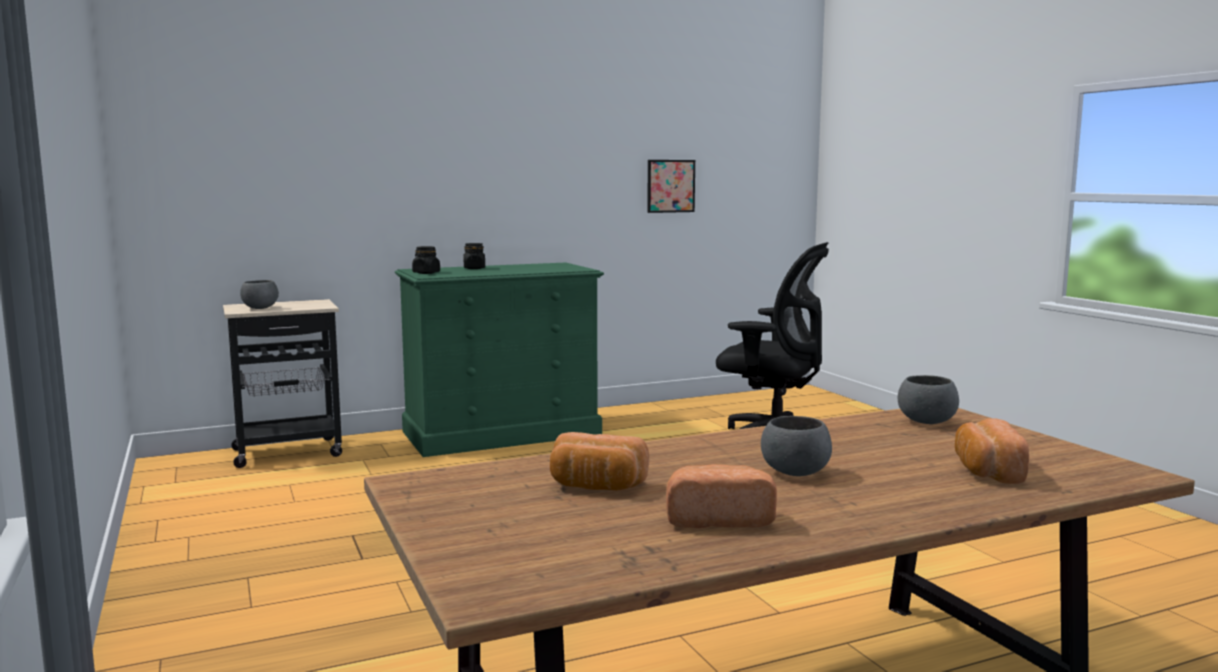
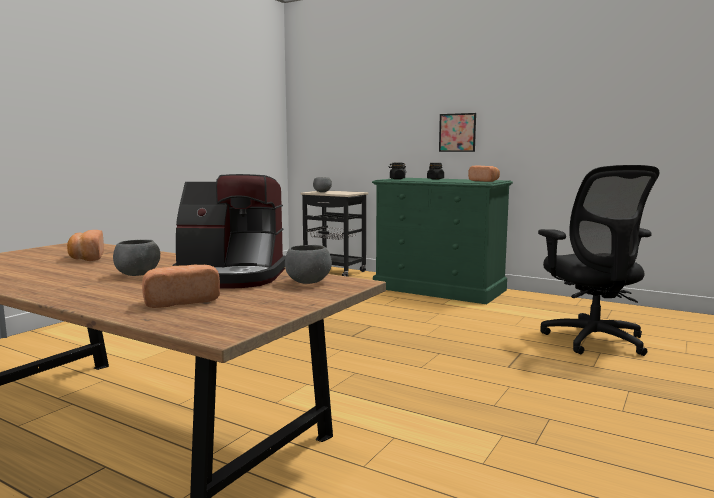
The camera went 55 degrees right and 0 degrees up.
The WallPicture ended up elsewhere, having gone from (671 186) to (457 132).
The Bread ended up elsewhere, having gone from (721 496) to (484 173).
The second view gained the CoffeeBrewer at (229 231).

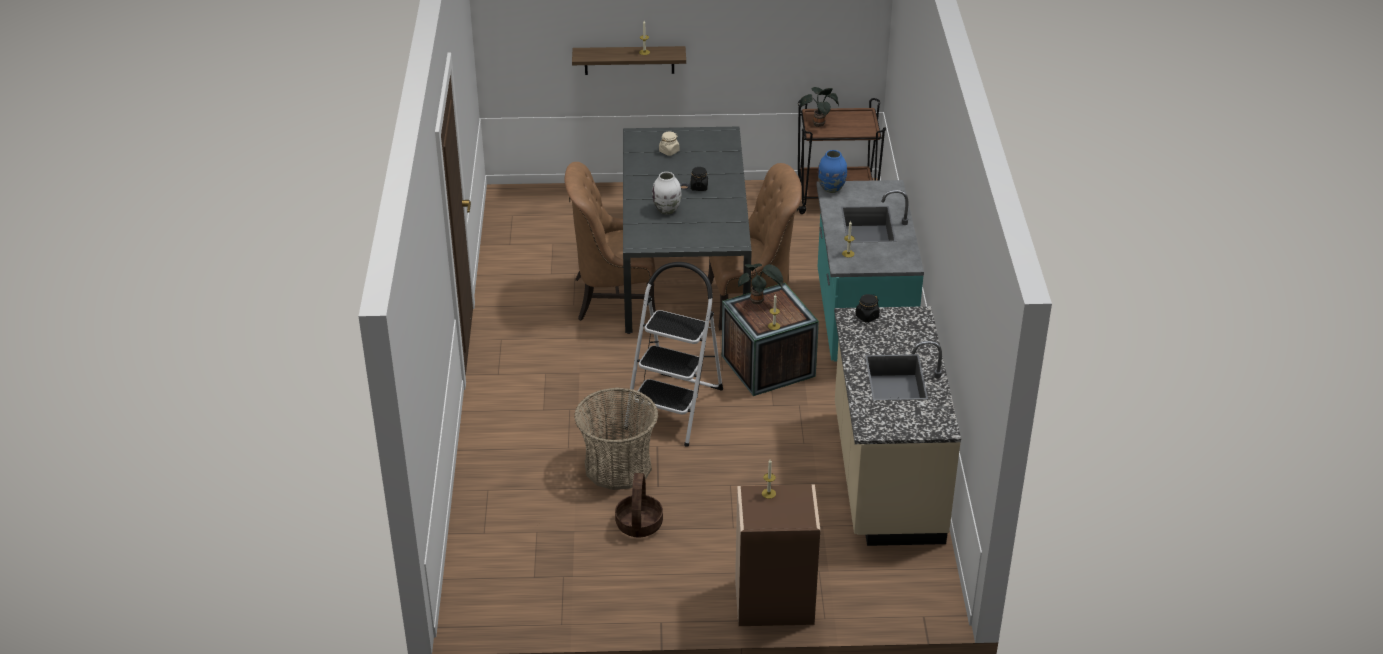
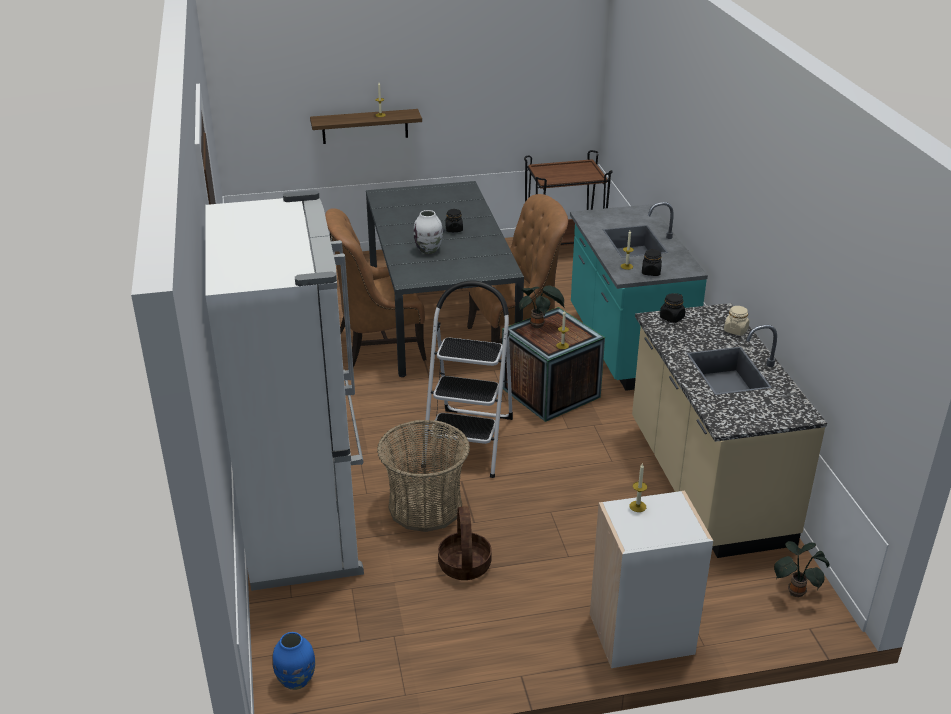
The camera went 10 degrees left and 5 degrees down.
The BeigeColouredJar ended up elsewhere, having gone from (669 144) to (736 321).
What was the BrownColouredBookcase at (777 555) turned into the WhiteColouredBookcase at (651 579).
The Houseplant ended up elsewhere, having gone from (819 107) to (802 569).
The BlueColouredDecorativeVase ended up elsewhere, having gone from (832 171) to (293 661).
The second view gained the WhiteColouredFridge at (284 390).
The second view gained the BlackColouredJar at (652 262).

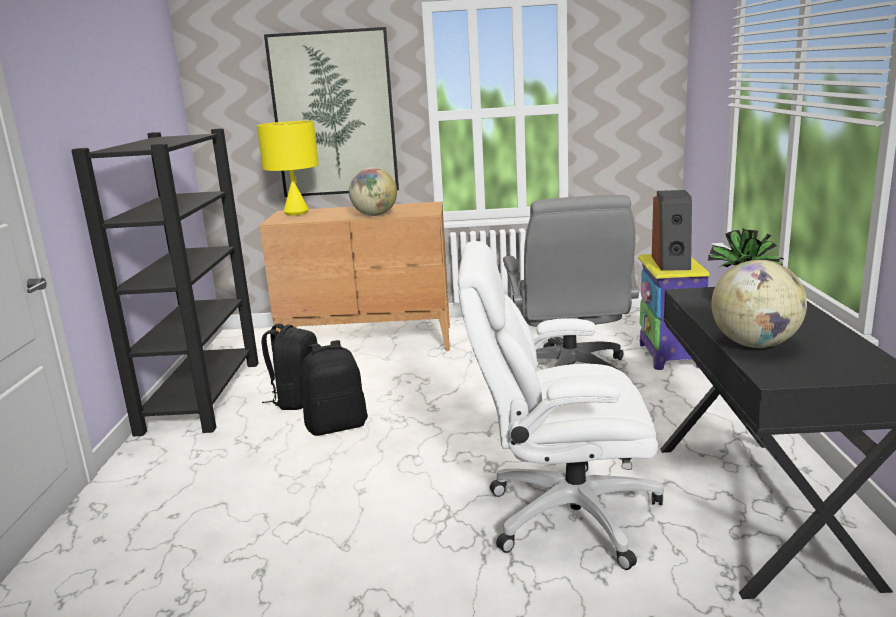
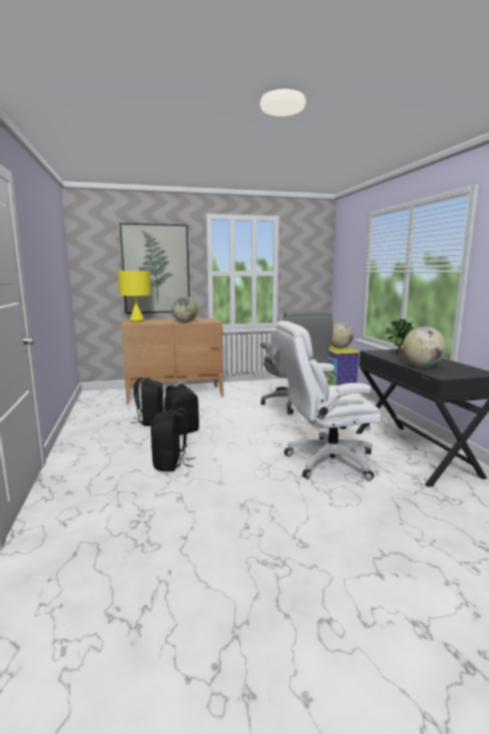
The camera went 15 degrees left and 5 degrees down.
The second view lost the BlackColouredBookcase at (165 282).
Where the AudioSpeaker stood at (672 230), the Globe came to stand at (342 335).
The second view gained the BlackColouredKnapsack at (173 439).

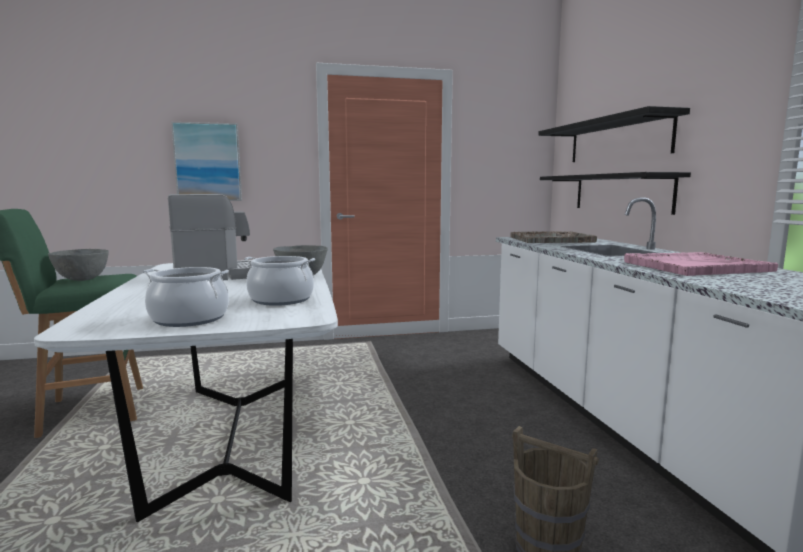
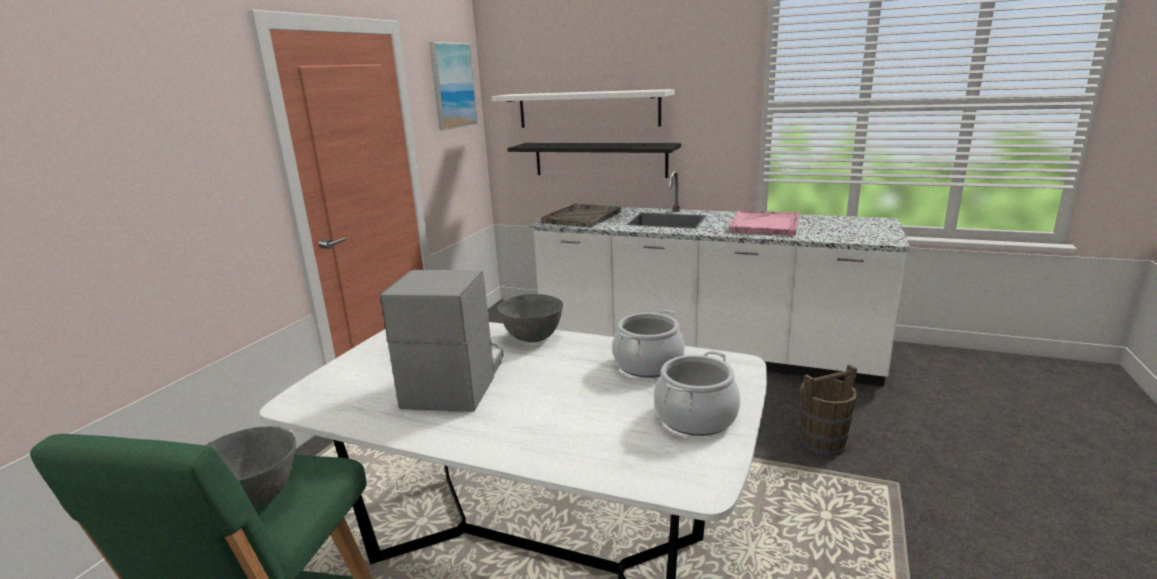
The camera went 55 degrees left and 10 degrees up.
The WallPicture ended up elsewhere, having gone from (206 161) to (453 86).
What was the BlackColouredWallShelf at (614 134) turned into the WhiteColouredWallShelf at (583 108).

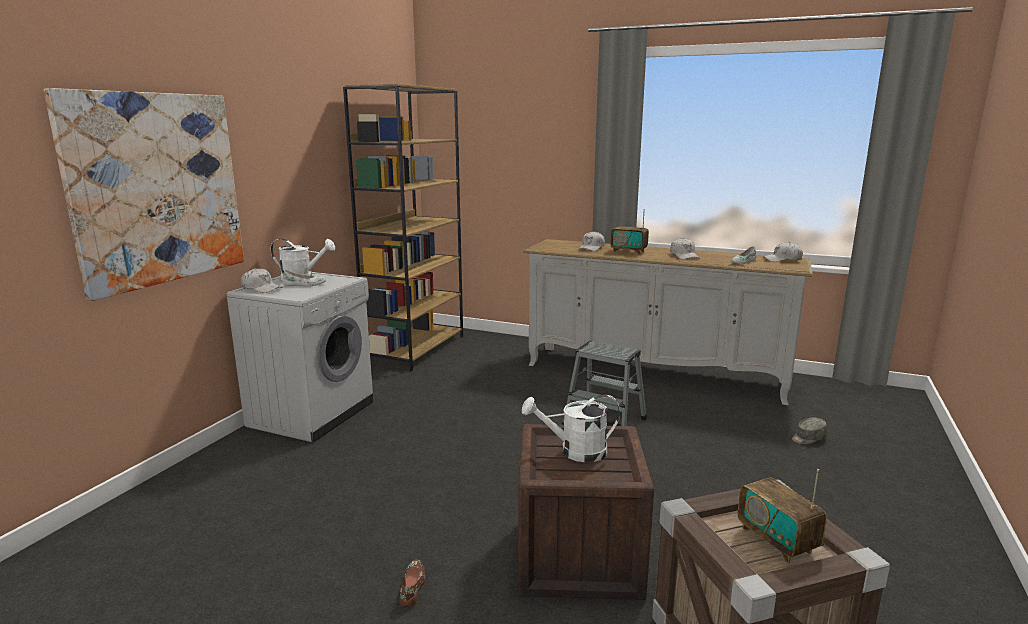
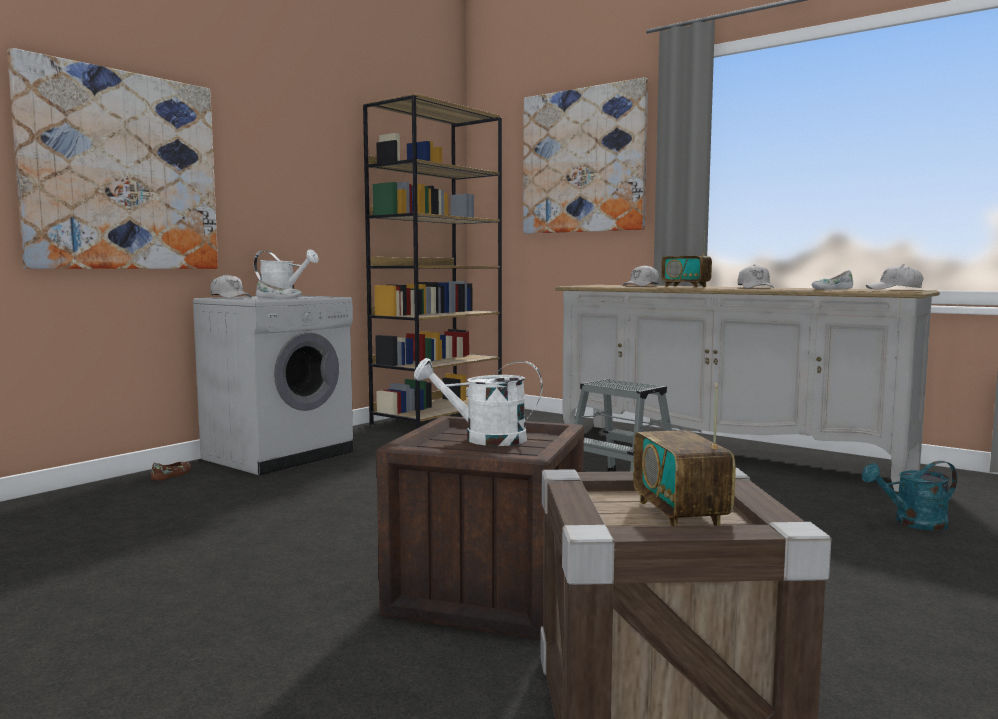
The camera went 15 degrees right and 10 degrees down.
The BrownColouredItemOfFootwear ended up elsewhere, having gone from (412 582) to (171 471).
Where the GrayCap stood at (809 431), the TurquoiseColouredWateringPot came to stand at (909 495).
The second view gained the WallPicture at (585 155).

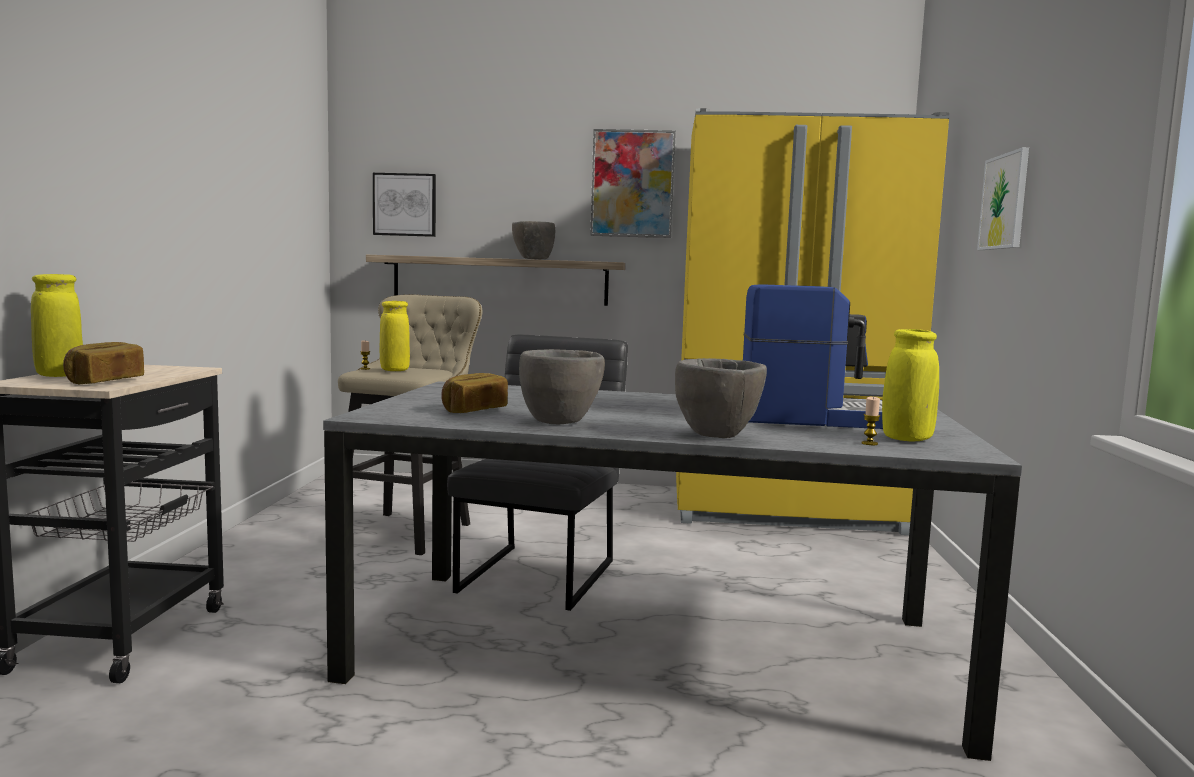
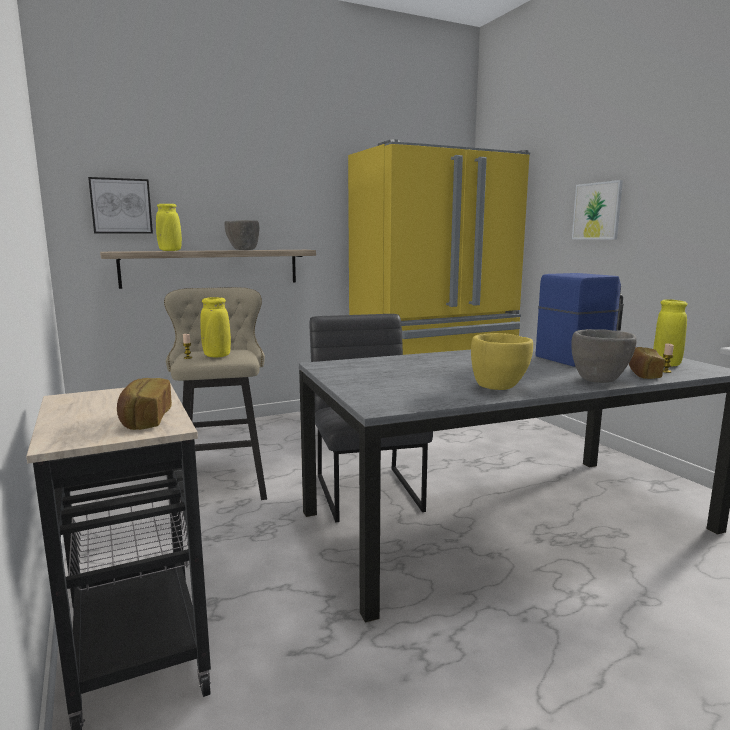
The camera went 30 degrees left and 5 degrees up.
The YellowColouredDecorativeVase ended up elsewhere, having gone from (57 325) to (169 227).
The Bread ended up elsewhere, having gone from (474 393) to (647 363).
What was the GrayBowl at (562 386) turned into the YellowColouredBowl at (502 361).
The second view lost the WallPicture at (633 183).

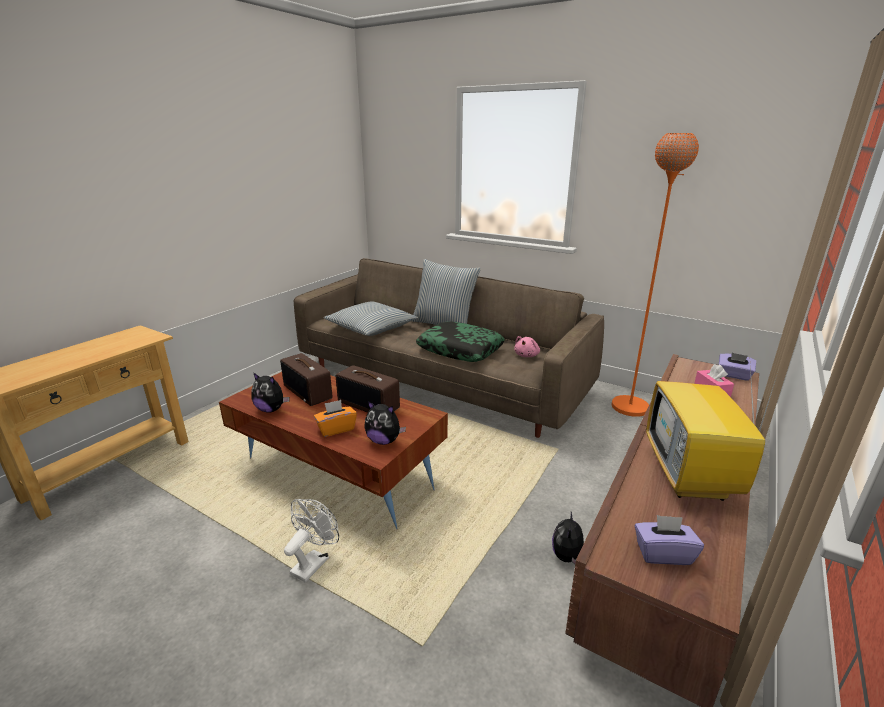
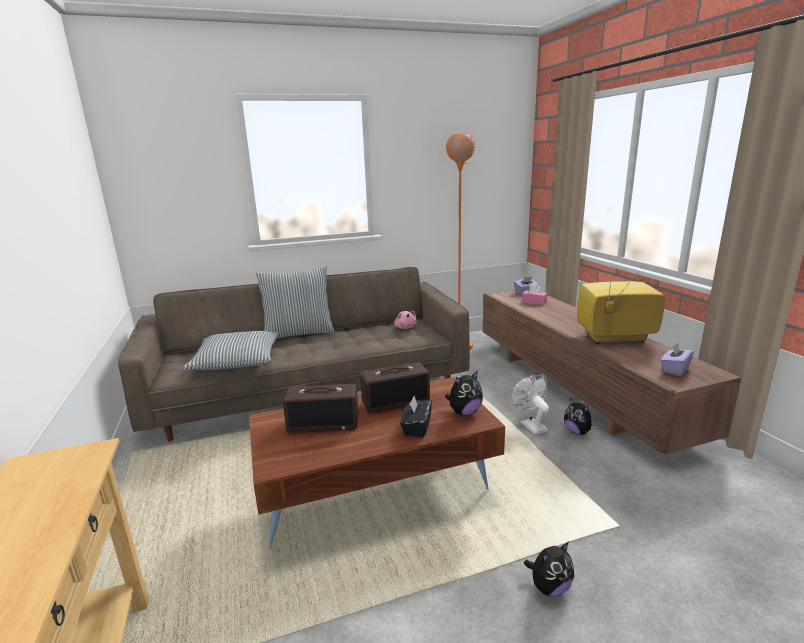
The camera went 50 degrees left and 5 degrees down.
The SoftToy ended up elsewhere, having gone from (270 393) to (549 569).
The WhiteColouredFan ended up elsewhere, having gone from (311 541) to (530 405).
What was the OrangeyBoxOfTissues at (335 418) turned into the BlackColouredBoxOfTissues at (416 416).
The second view lost the ThrowPillow at (460 341).
The TvSet at (712 433) ended up facing another way, 135 degrees clockwise from before.

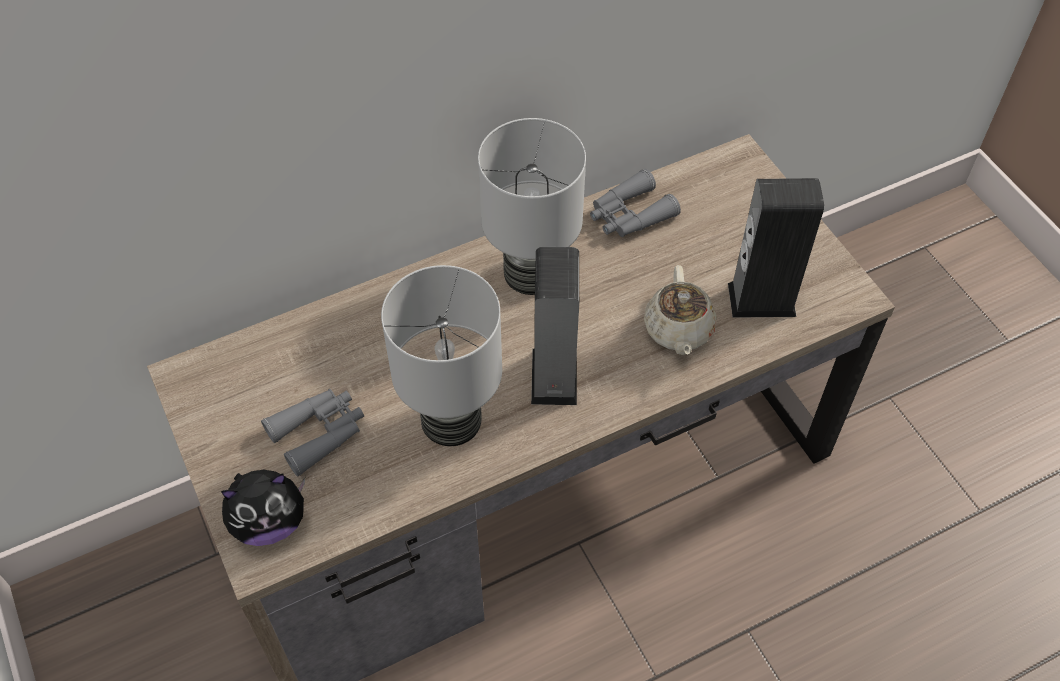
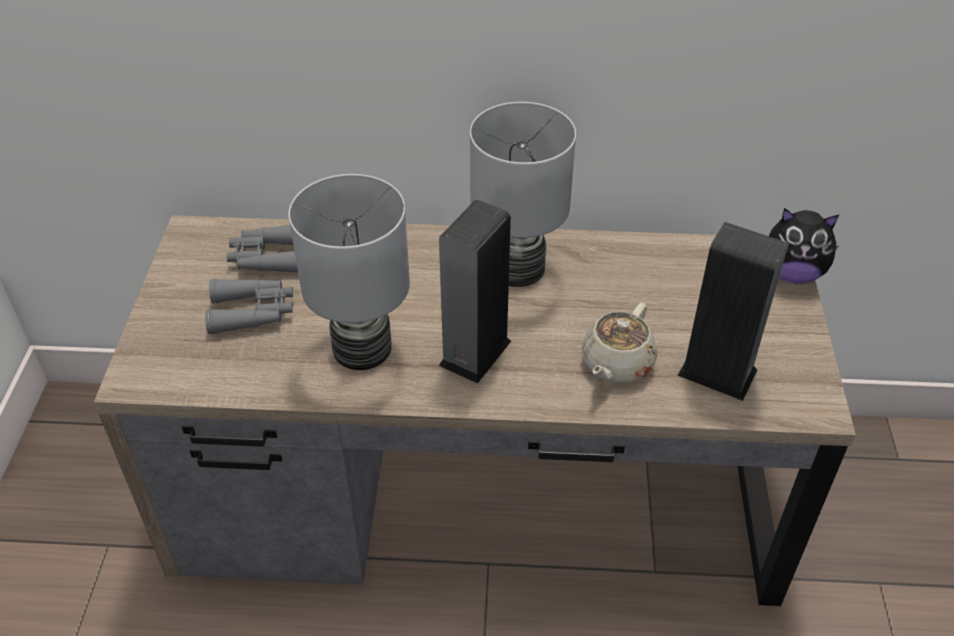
The camera went 30 degrees right and 10 degrees down.
The SoftToy ended up elsewhere, having gone from (263 508) to (804 246).
The GrayPairOfBinoculars ended up elsewhere, having gone from (635 203) to (262 249).

